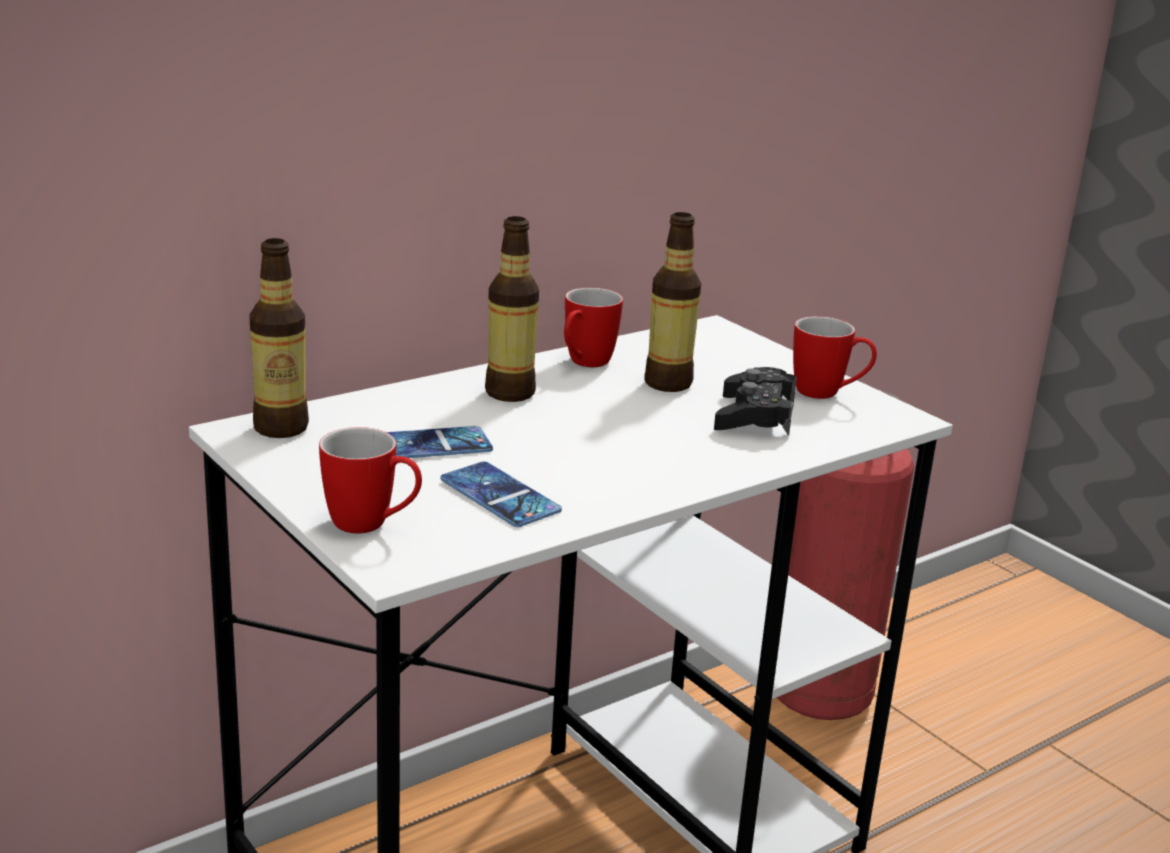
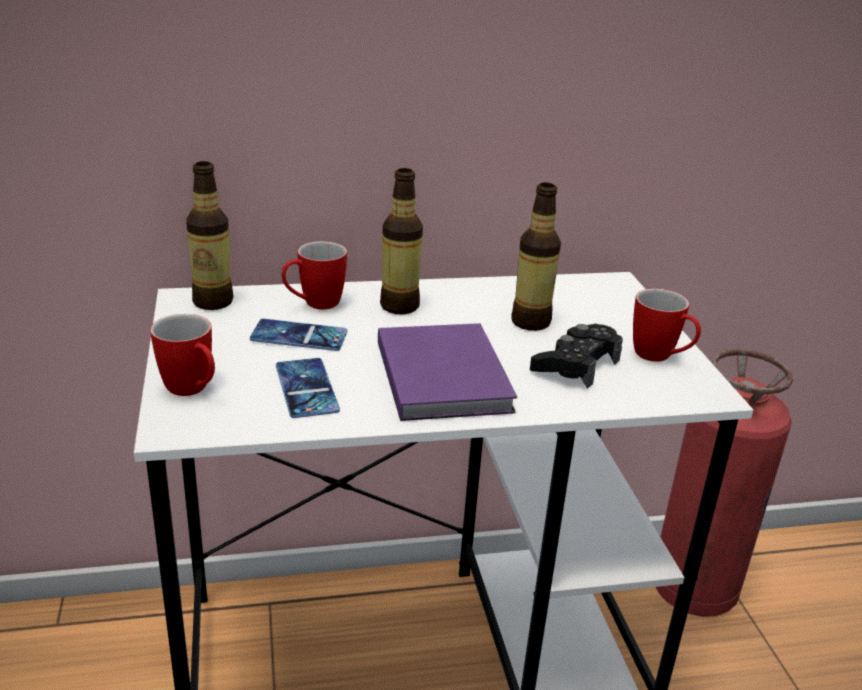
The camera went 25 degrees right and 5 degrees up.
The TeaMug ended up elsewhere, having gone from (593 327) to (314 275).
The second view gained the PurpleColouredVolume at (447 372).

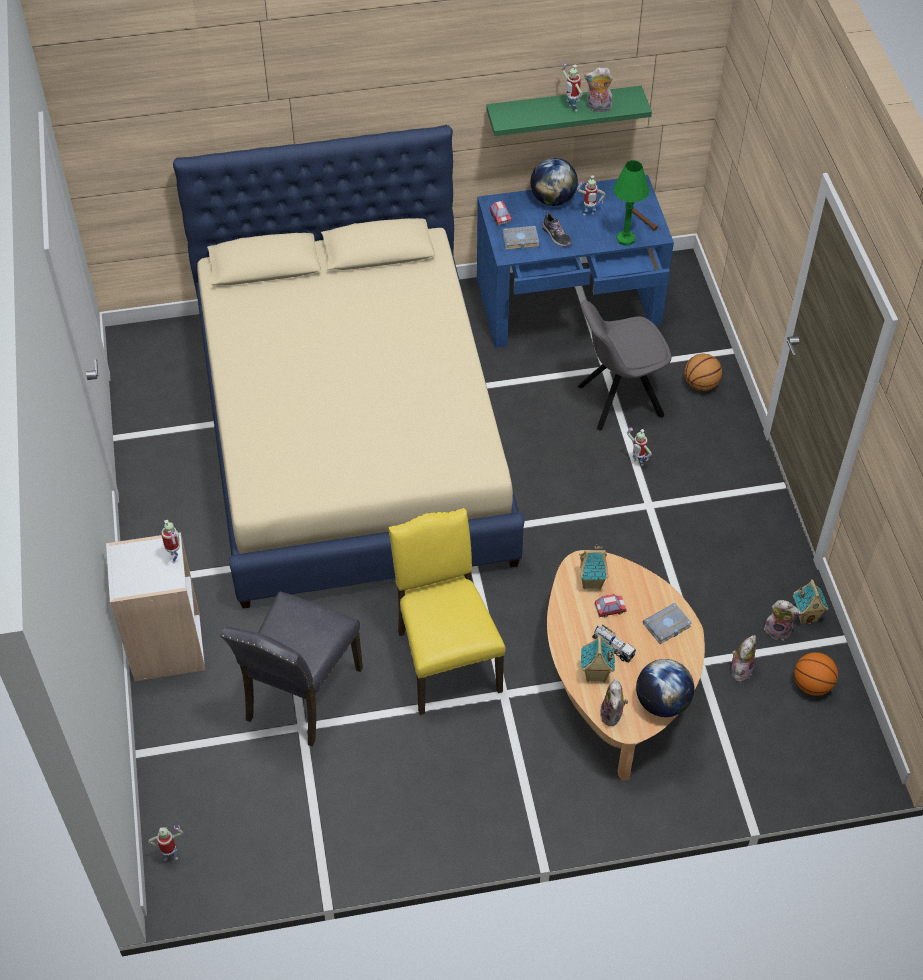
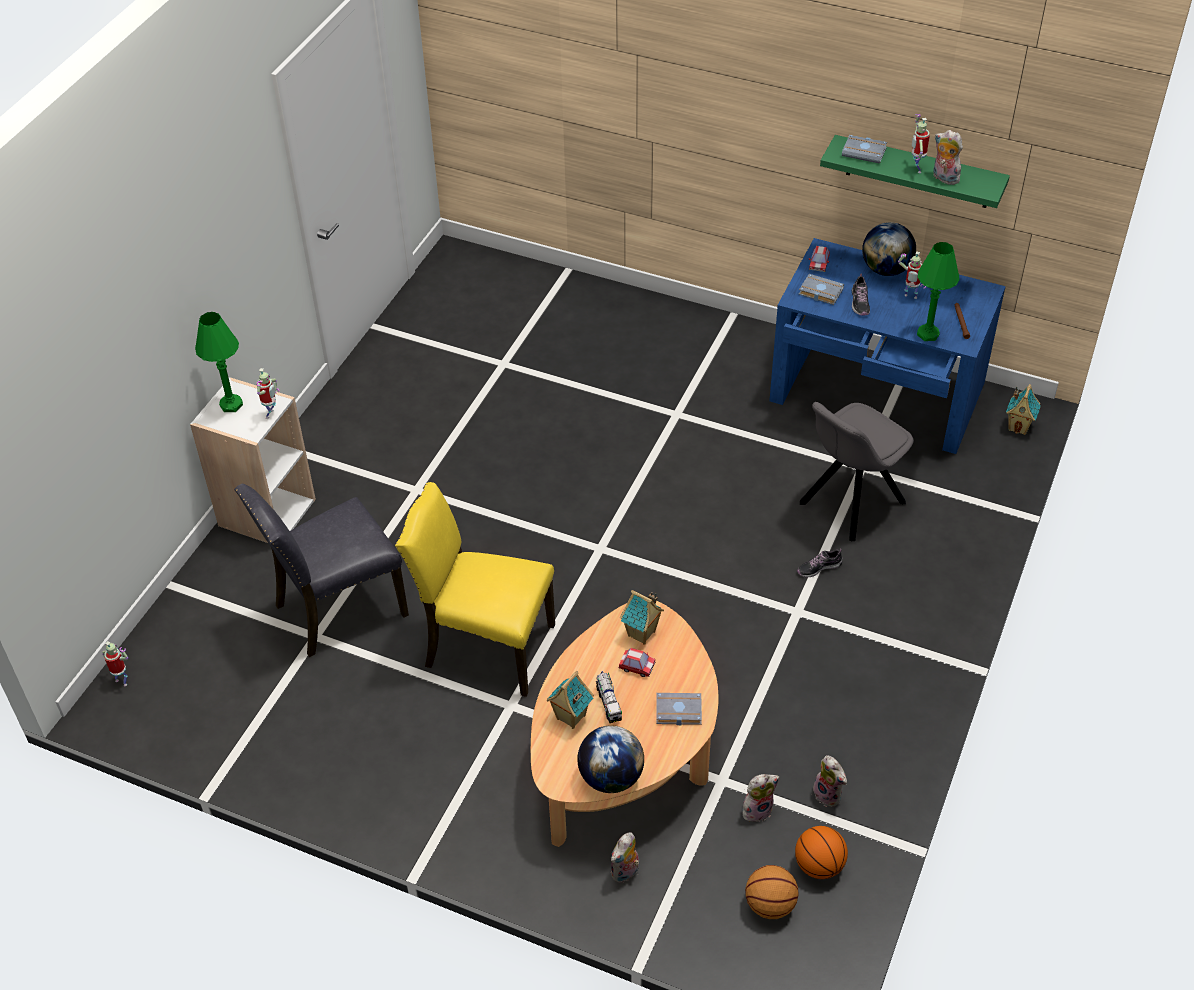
The camera went 35 degrees right and 5 degrees down.
The second view lost the BeigeColouredBed at (349 367).
The YellowColouredChair at (447 611) ended up facing another way, 90 degrees counterclockwise from before.
The GrayChair at (624 365) ended up facing another way, 60 degrees counterclockwise from before.
The SoftToy ended up elsewhere, having gone from (614 702) to (625 857).
Where the RobotFigure stood at (639 447), the ItemOfFootwear came to stand at (819 563).
The Basketball ended up elsewhere, having gone from (703 372) to (772 892).
The ToyHouse ended up elsewhere, having gone from (811 602) to (1023 409).
The second view gained the GreenishTabletopLamp at (219 362).
The second view gained the GrayVolume at (864 149).

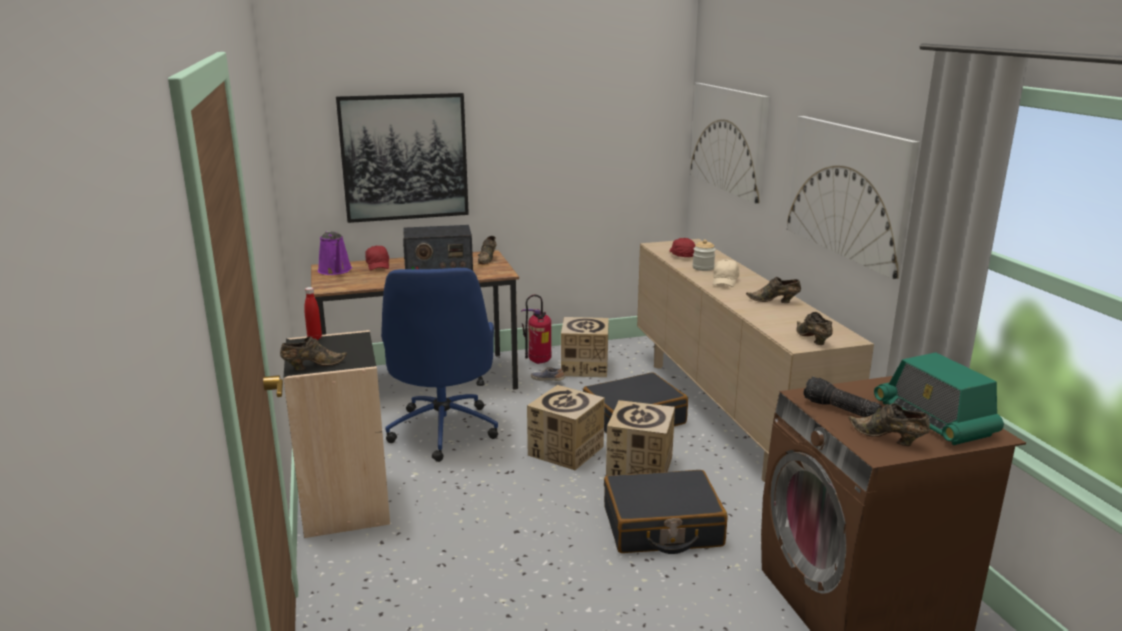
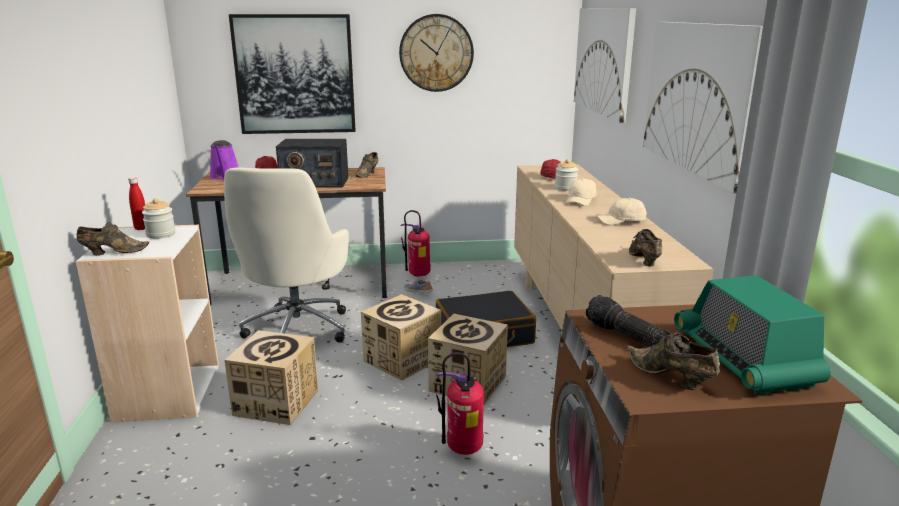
The camera went 10 degrees right and 0 degrees up.
What was the BlackColouredBookcase at (336 434) turned into the WhiteColouredBookcase at (147 323).
What was the BlueColouredDeskChair at (439 365) turned into the BeigeColouredDeskChair at (286 255).
The Carton ended up elsewhere, having gone from (585 347) to (271 377).
Where the BlackColouredPieceOfLuggage stood at (666 512), the Extinguisher came to stand at (459 403).
Where the BrownColouredItemOfFootwear stood at (773 290), the BeigeColouredCap came to stand at (621 211).
The second view gained the Jar at (158 218).
The second view gained the HangingClock at (436 53).

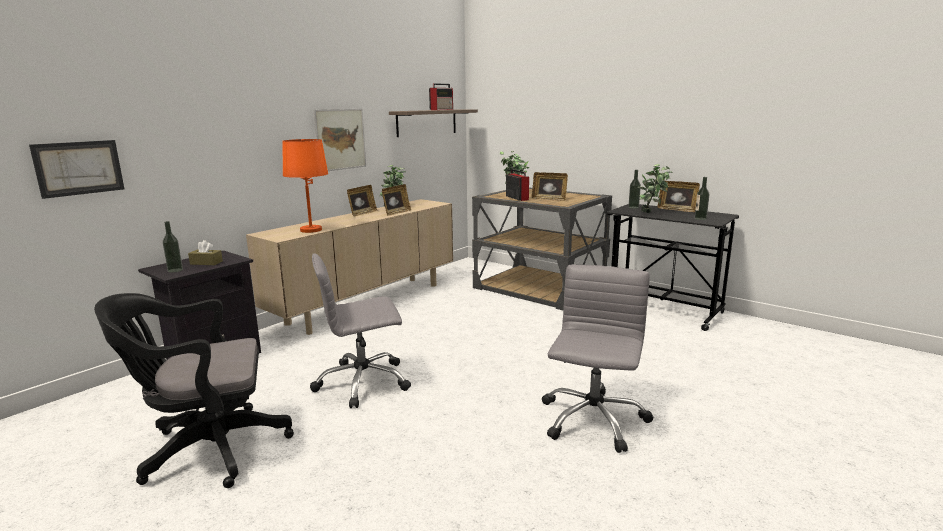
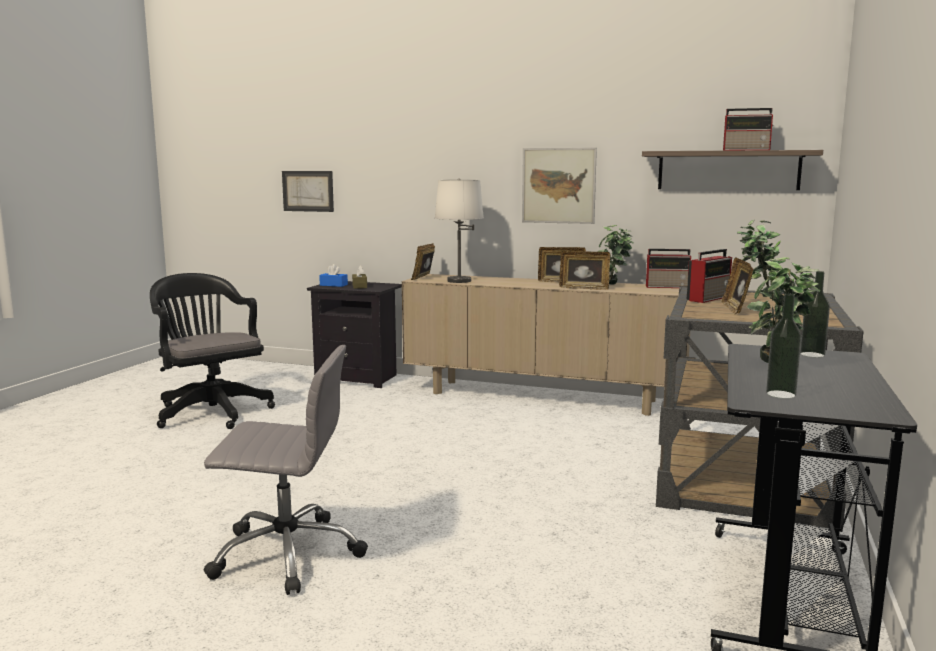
The camera went 70 degrees right and 5 degrees down.
Where the DrinkBottle stood at (173 247), the BlueColouredBoxOfTissues came to stand at (333 275).
What was the OrangeyTabletopLamp at (305 186) turned into the WhiteColouredTabletopLamp at (459 231).
The second view lost the GrayDeskChair at (360 330).
The PictureFrame ended up elsewhere, having gone from (679 196) to (423 261).
The second view gained the RadioSet at (668 268).

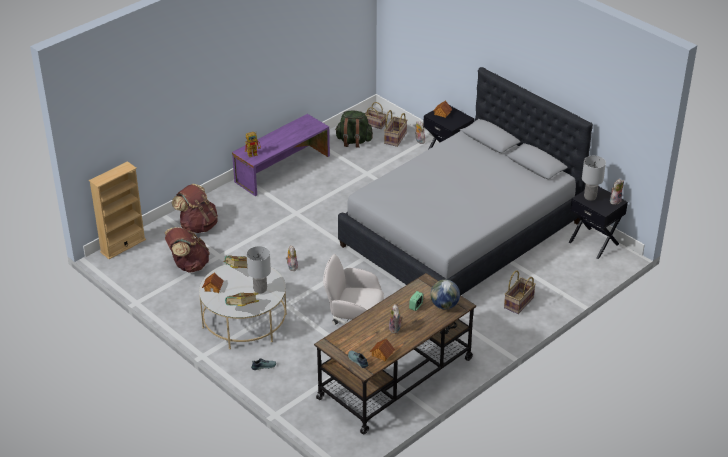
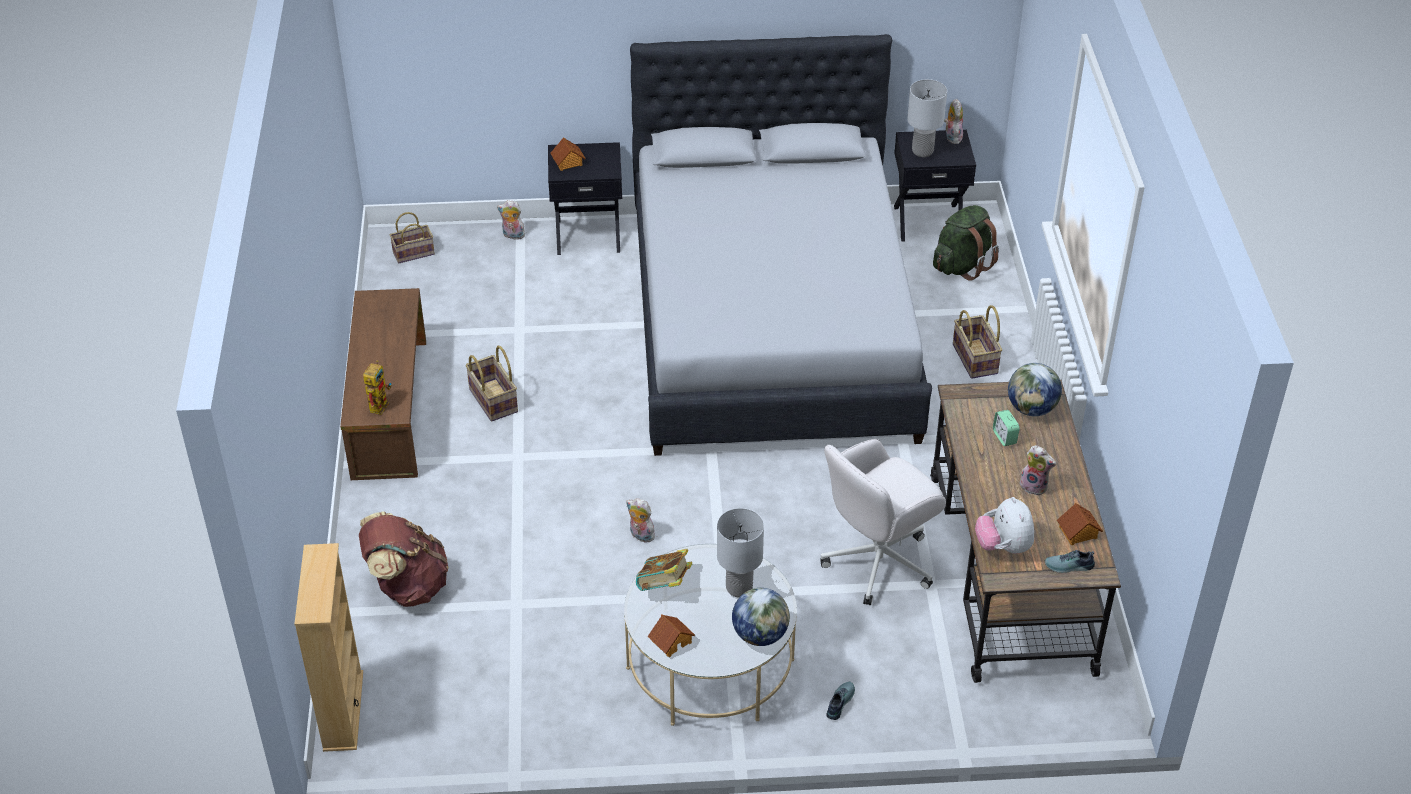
The camera went 50 degrees left and 5 degrees up.
The second view lost the BrownColouredKnapsack at (187 250).
Where the Volume stood at (242 299), the Globe came to stand at (761 617).
What was the PurpleColouredBench at (281 155) turned into the BrownColouredBench at (383 384).
The GreenishKnapsack ended up elsewhere, having gone from (354 129) to (966 243).
The HouseholdBasket ended up elsewhere, having gone from (395 128) to (491 384).
The second view gained the SoftToy at (1004 525).

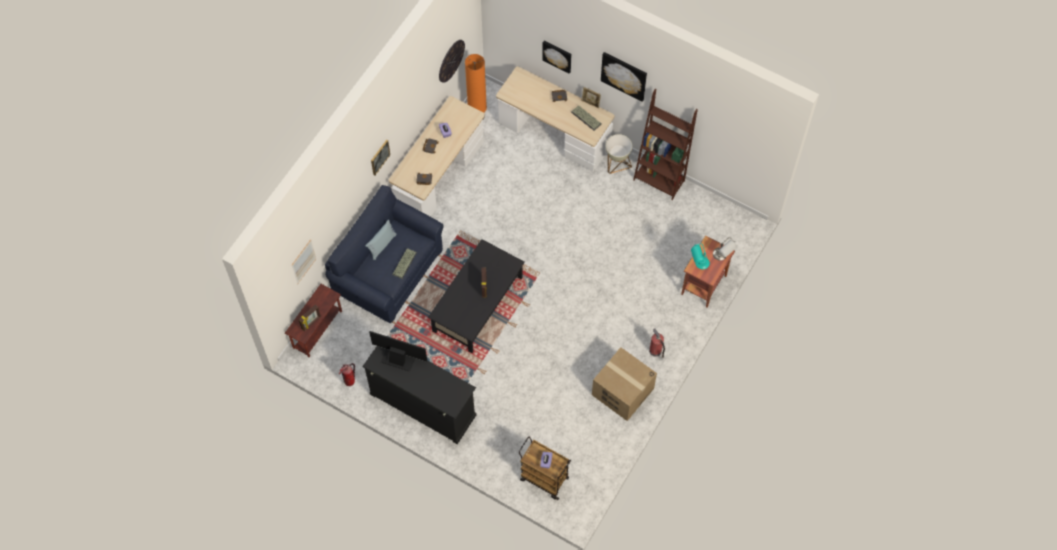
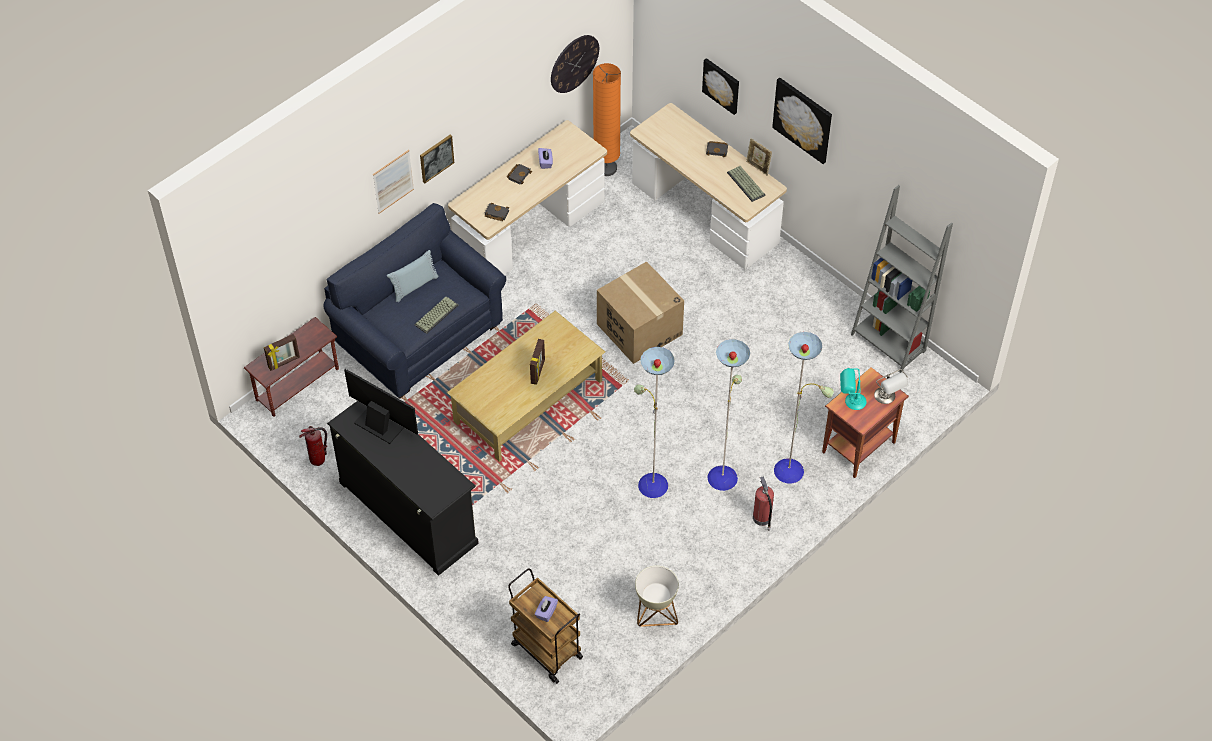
The camera went 15 degrees right and 10 degrees down.
The WallPicture ended up elsewhere, having gone from (303 261) to (393 182).
What was the BlackColouredLoungeTable at (476 296) turned into the BeigeColouredLoungeTable at (526 386).
The Carton ended up elsewhere, having gone from (624 384) to (640 312).
The PlantPot ended up elsewhere, having gone from (619 154) to (657 596).
The second view lost the BrownColouredBookcase at (665 144).
The second view gained the StandingLamp at (734 415).
The second view gained the GrayBookcase at (902 279).

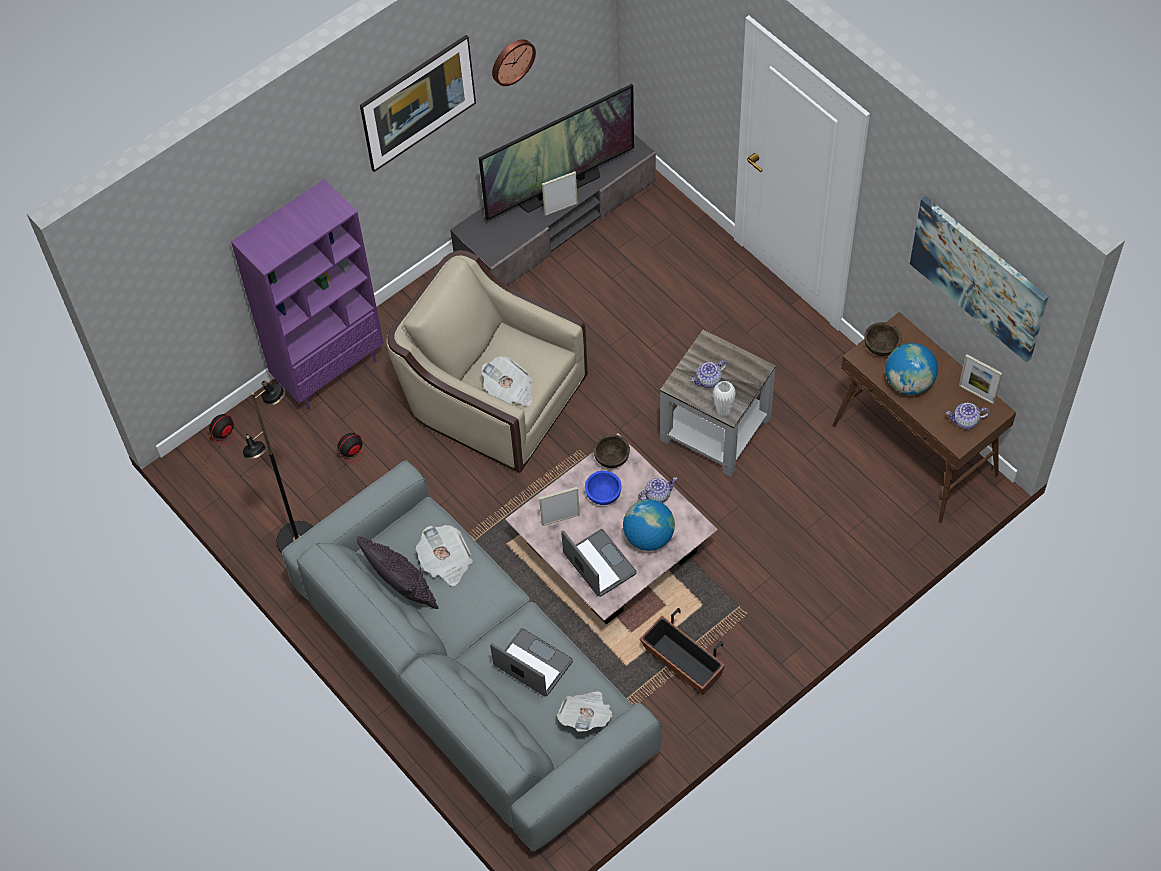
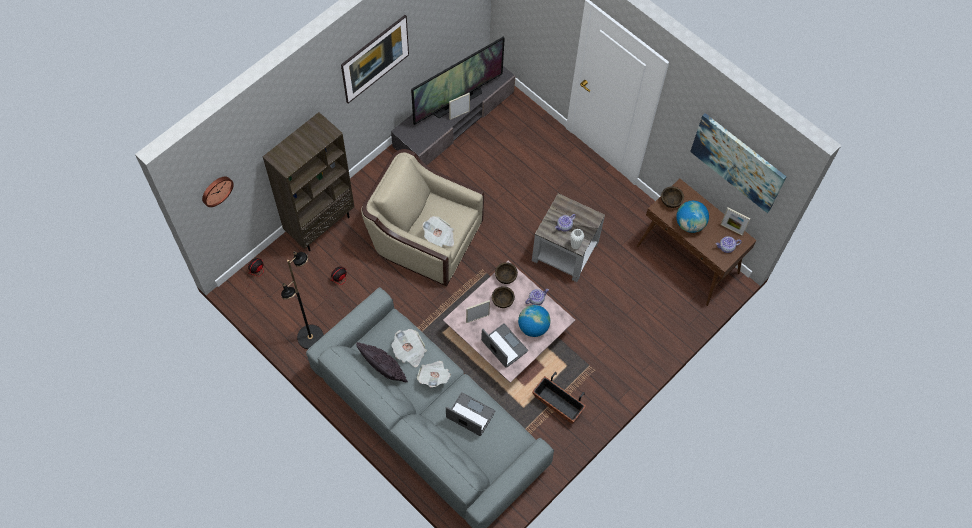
The camera went 10 degrees left and 5 degrees up.
What was the PurpleColouredBookcase at (307 294) turned into the BrownColouredBookcase at (308 181).
The HangingClock ended up elsewhere, having gone from (514 62) to (218 192).
The PrintedPaper ended up elsewhere, having gone from (585 711) to (434 374).
What was the BlueColouredBowl at (603 488) turned into the BrownColouredBowl at (503 297).

